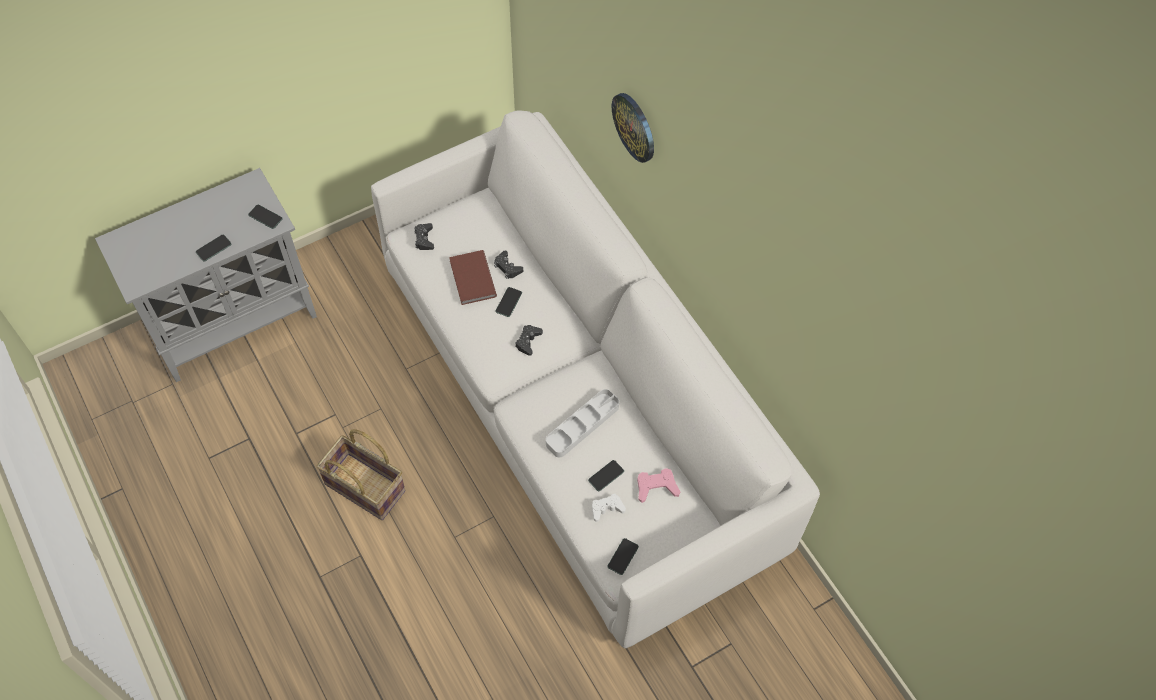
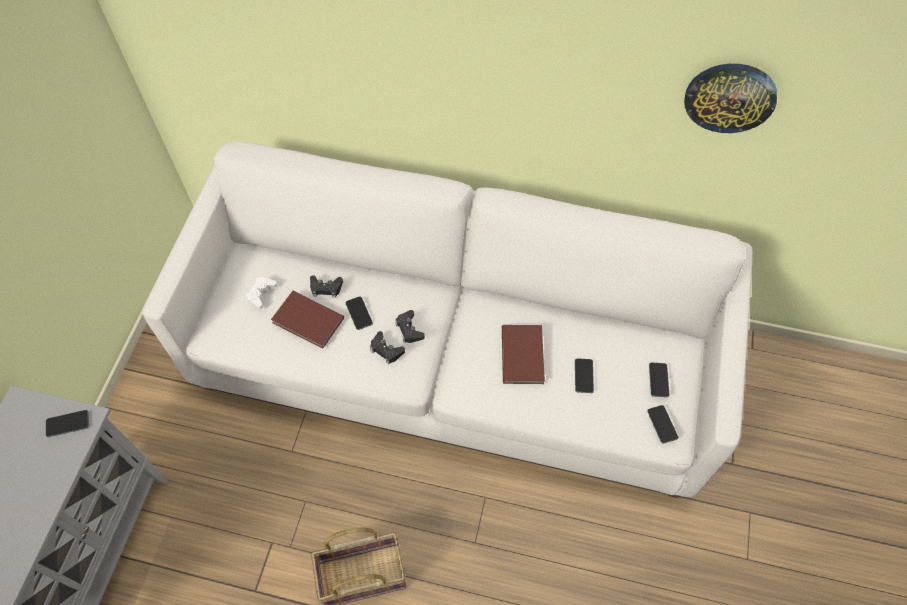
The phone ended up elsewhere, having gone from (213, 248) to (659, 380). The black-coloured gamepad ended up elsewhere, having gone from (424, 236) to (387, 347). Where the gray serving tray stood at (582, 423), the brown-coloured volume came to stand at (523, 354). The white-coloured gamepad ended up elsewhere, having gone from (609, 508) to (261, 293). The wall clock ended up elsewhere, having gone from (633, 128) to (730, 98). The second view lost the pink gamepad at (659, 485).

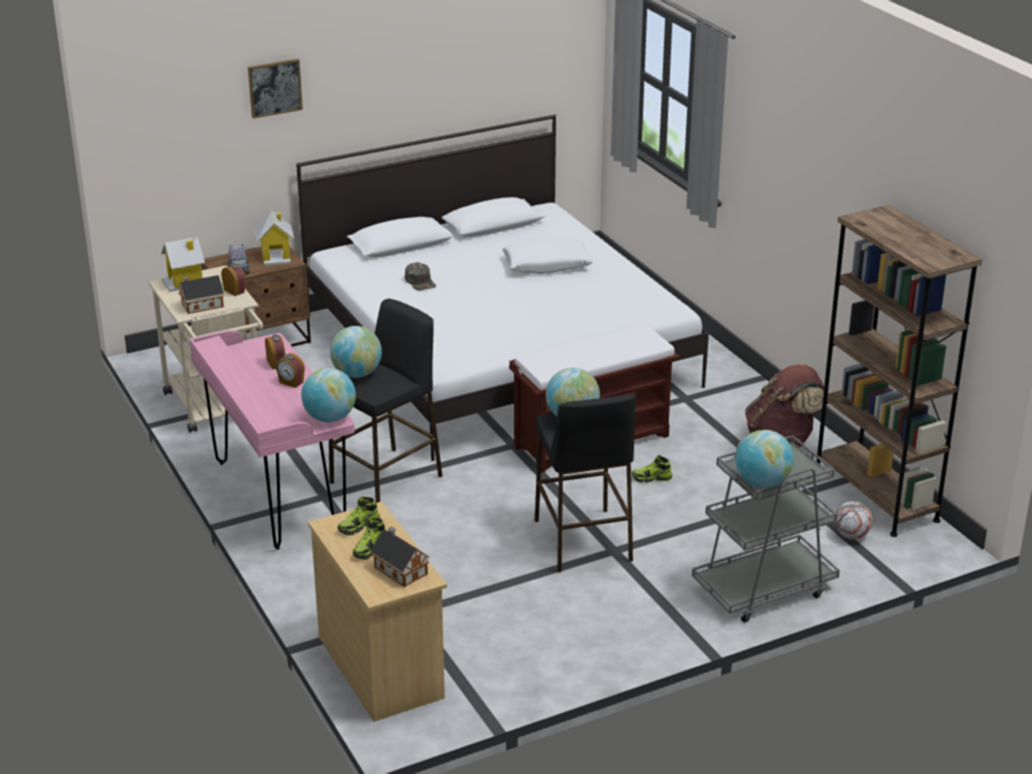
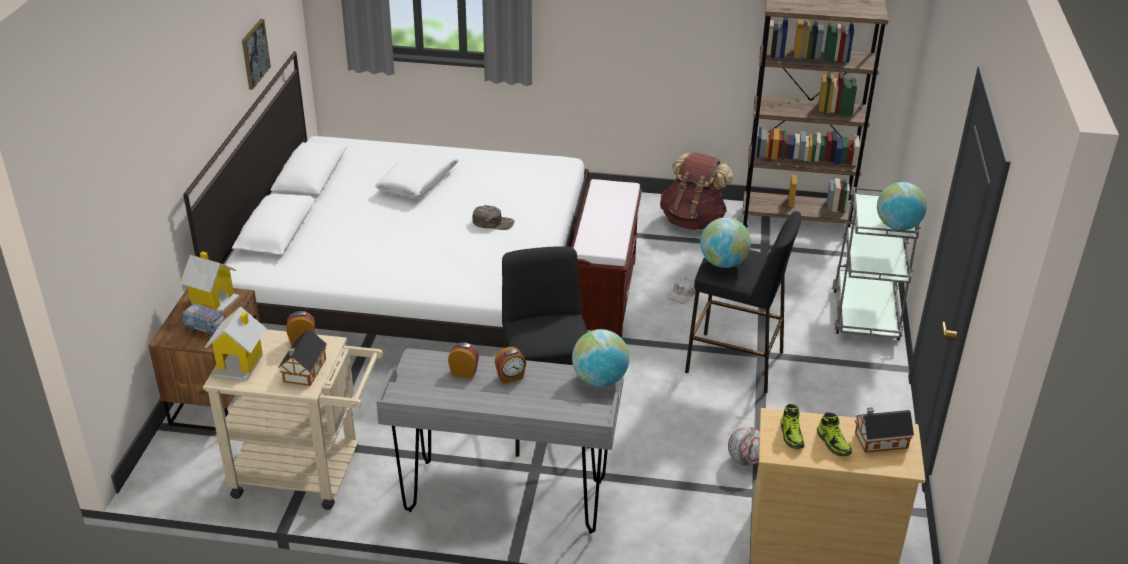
What was the pink desk at (272, 440) turned into the gray desk at (500, 441). The wall picture ended up elsewhere, having gone from (275, 89) to (256, 54). The second view lost the globe at (356, 352). The greenish cap ended up elsewhere, having gone from (420, 276) to (493, 217). Where the item of footwear stood at (652, 469), the white-coloured cap came to stand at (682, 290). The football ended up elsewhere, having gone from (853, 520) to (744, 446).

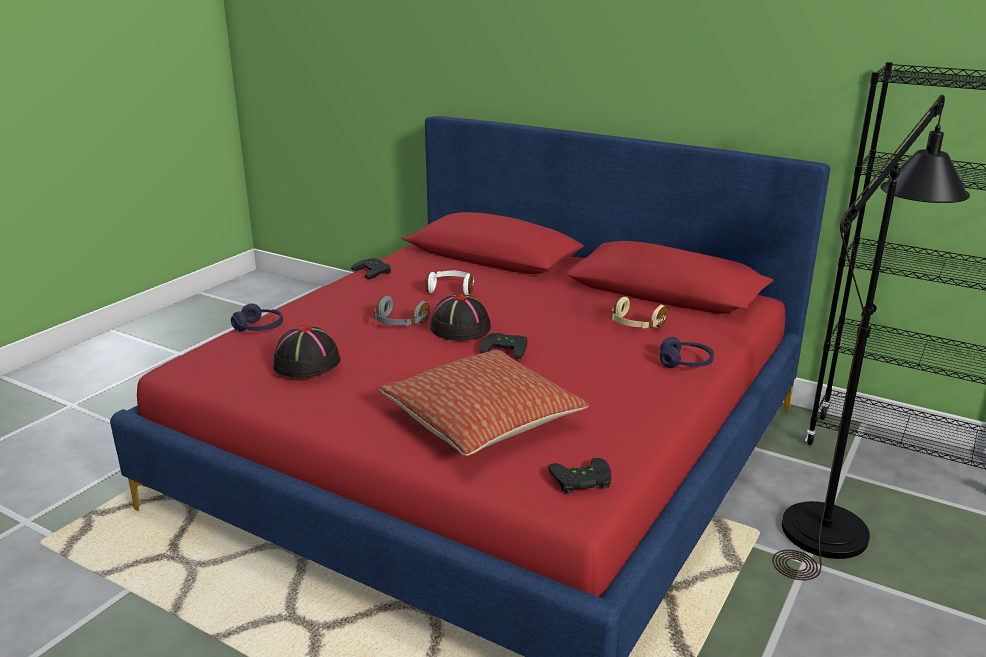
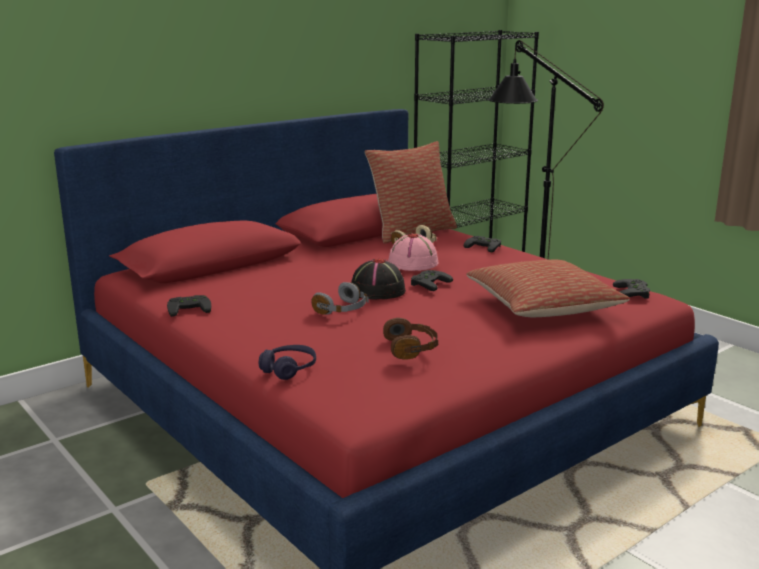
Where the black-coloured clothing hat stood at (307, 351), the brown-coloured pair of headphones came to stand at (410, 339). The second view lost the white-coloured pair of headphones at (449, 283). Where the purple pair of headphones stood at (687, 352), the black-coloured gamepad came to stand at (482, 244). The second view gained the throw pillow at (411, 192). The second view gained the pink clothing hat at (413, 252).

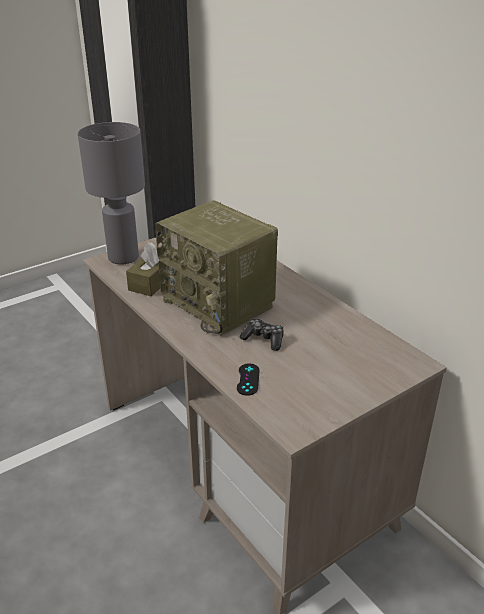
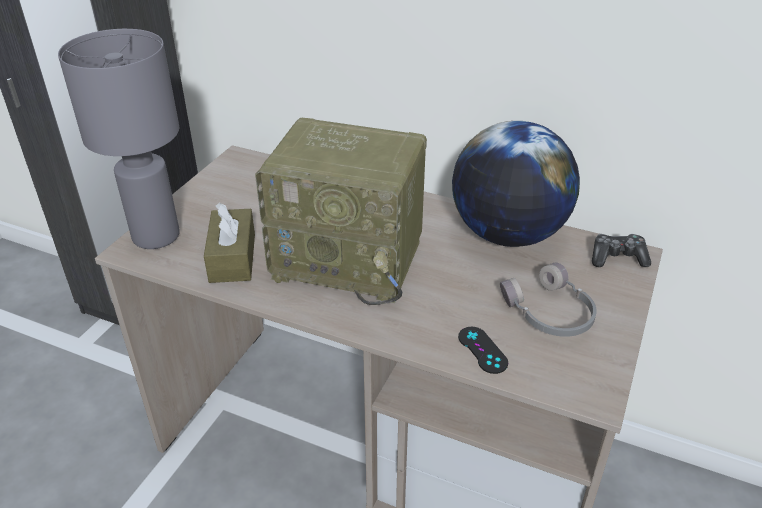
The gamepad ended up elsewhere, having gone from (262, 334) to (621, 250). The second view gained the globe at (516, 184). The second view gained the gray pair of headphones at (548, 299).

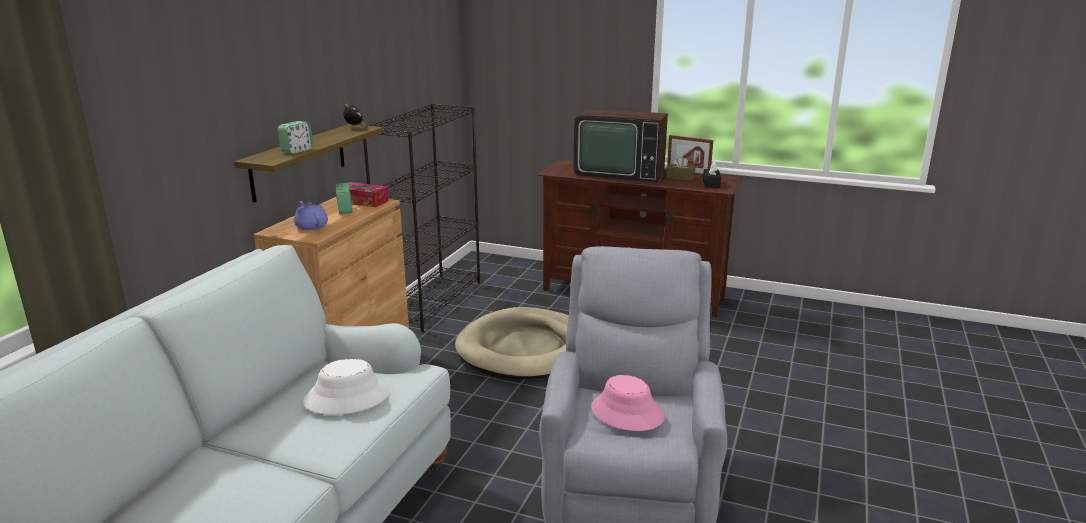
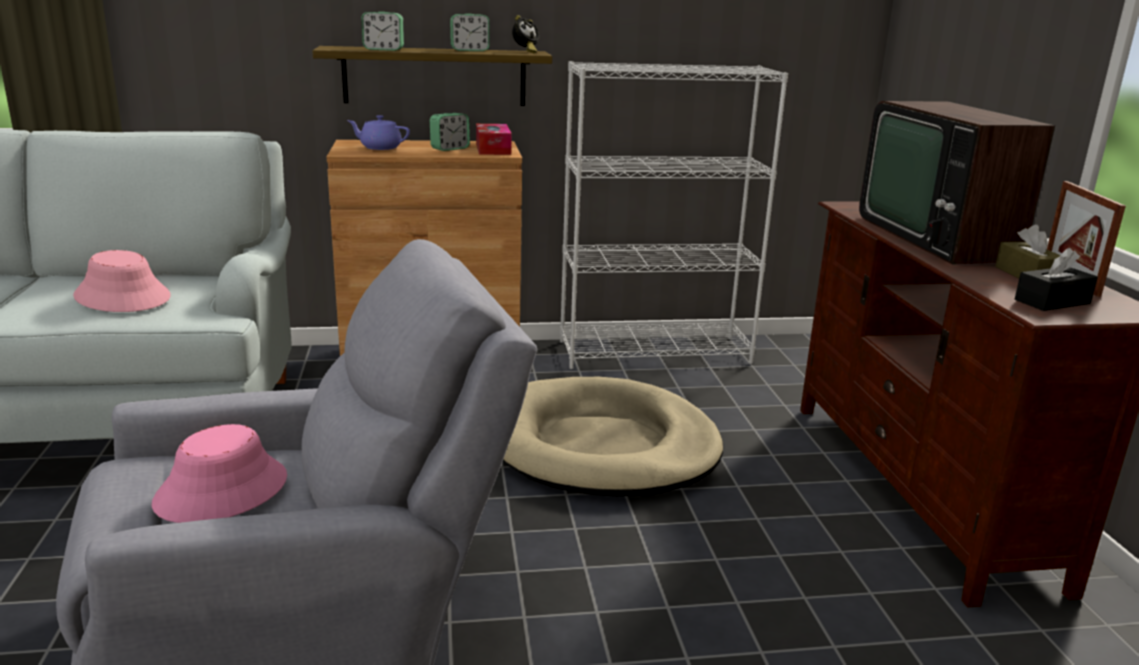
The purple pot for tea at (311, 215) ended up facing another way, 105 degrees counterclockwise from before. What was the white-coloured clothing hat at (346, 387) turned into the pink clothing hat at (122, 281). What was the black-coloured bookcase at (421, 218) turned into the white-coloured bookcase at (674, 215). The second view gained the alarm clock at (470, 32).

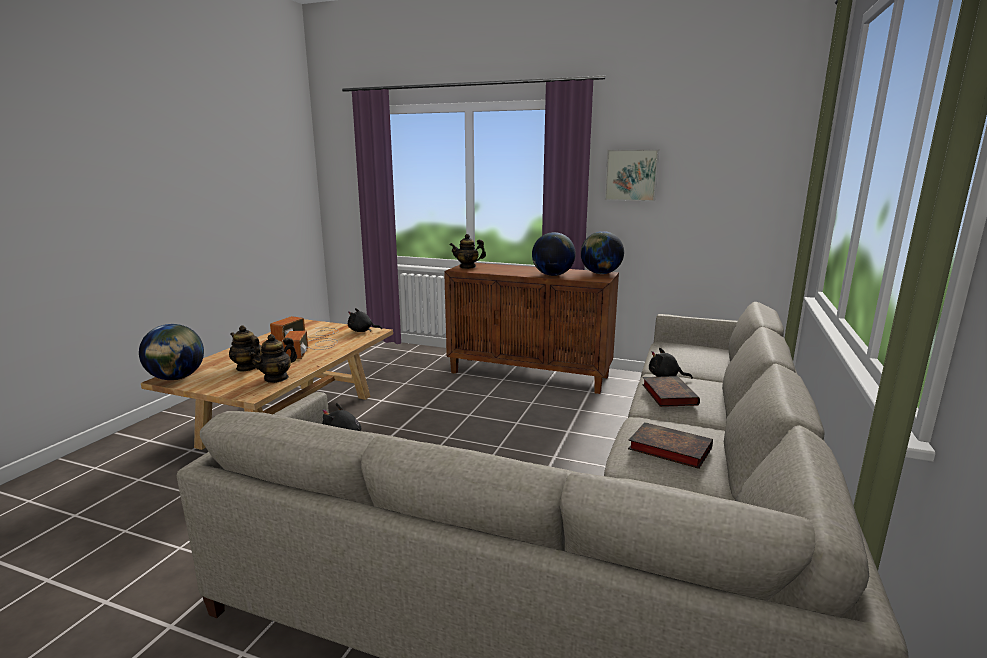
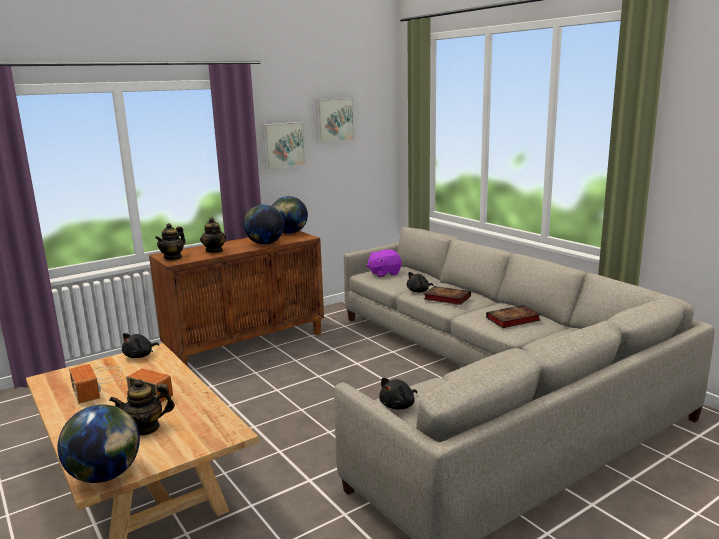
The pot for tea ended up elsewhere, having gone from (273, 358) to (213, 235). The second view gained the wall picture at (335, 120). The second view gained the purple soft toy at (384, 263).

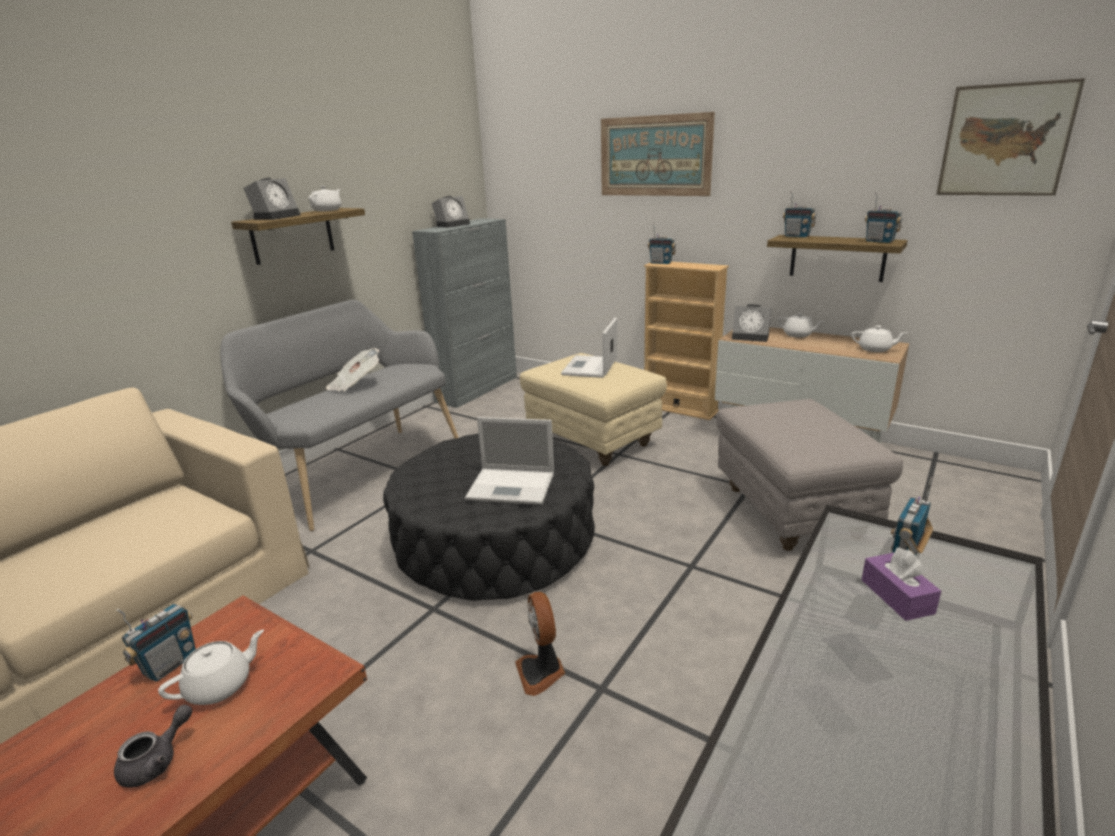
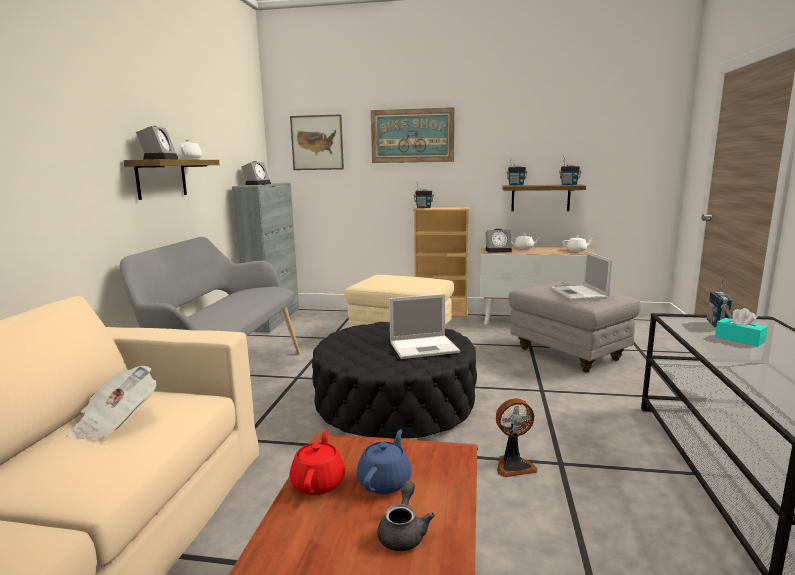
Where the radio set stood at (155, 643), the red-coloured pot for tea came to stand at (317, 462). What was the white-coloured pot for tea at (211, 667) turned into the bluish pot for tea at (384, 462). The newspaper ended up elsewhere, having gone from (353, 369) to (112, 403). The cooling fan at (540, 644) ended up facing another way, 60 degrees counterclockwise from before. The portable computer ended up elsewhere, having gone from (589, 348) to (581, 276). What was the purple box of tissues at (901, 584) turned into the blue-green box of tissues at (741, 327). The wall picture ended up elsewhere, having gone from (1010, 137) to (317, 142).

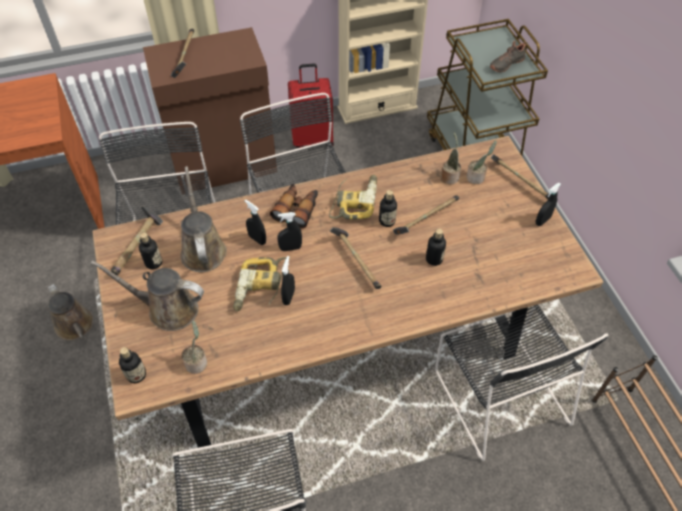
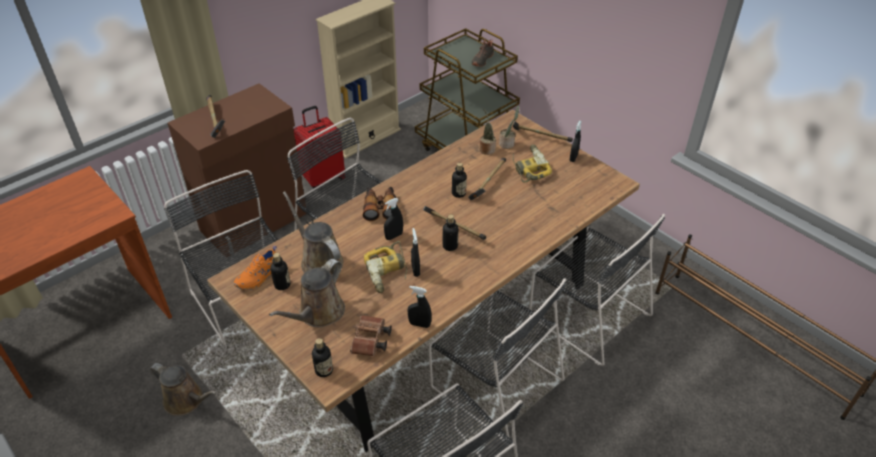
The brown-coloured watering can at (147, 296) ended up facing another way, 45 degrees counterclockwise from before. Where the hammer stood at (137, 240), the orange item of footwear came to stand at (255, 268). Where the plant in a pot stood at (194, 347), the brown-coloured field glasses came to stand at (371, 335). The black-coloured spray bottle ended up elsewhere, having gone from (255, 222) to (419, 307). The drill ended up elsewhere, having gone from (353, 197) to (532, 163). The drink bottle ended up elsewhere, having gone from (436, 247) to (451, 232). The second view gained the black-coloured chair at (497, 360).

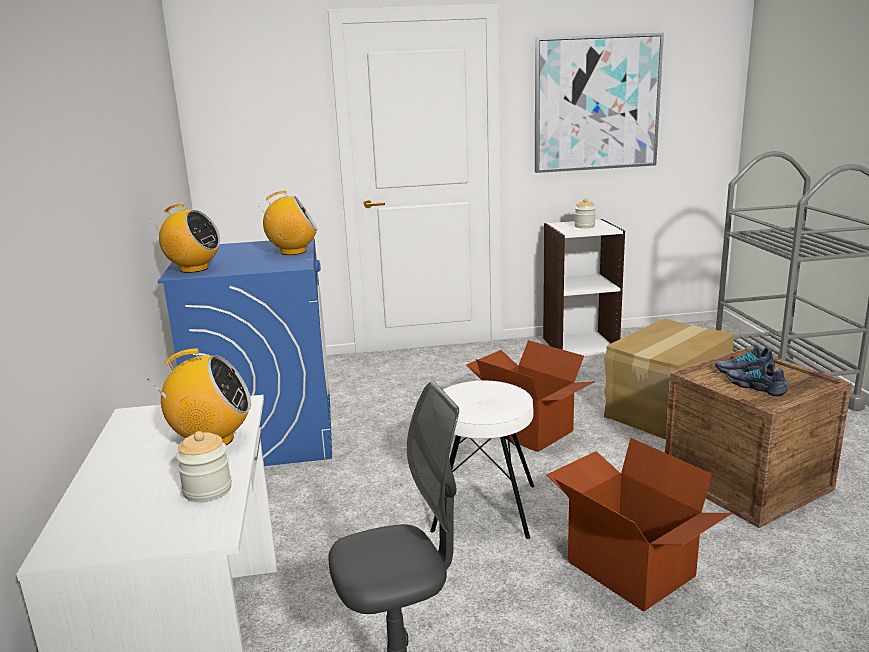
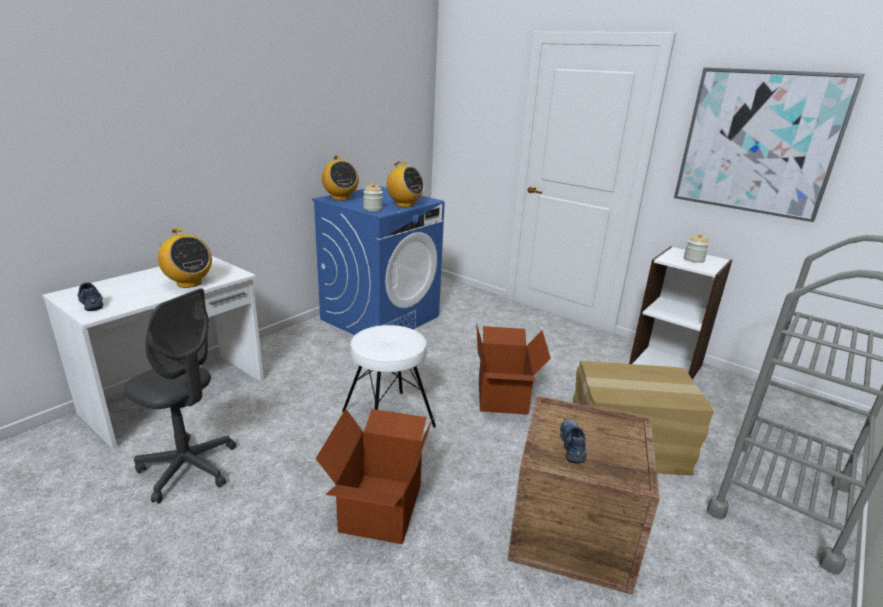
The preserve jar ended up elsewhere, having gone from (204, 466) to (373, 197). The item of footwear ended up elsewhere, having gone from (745, 359) to (90, 297).

